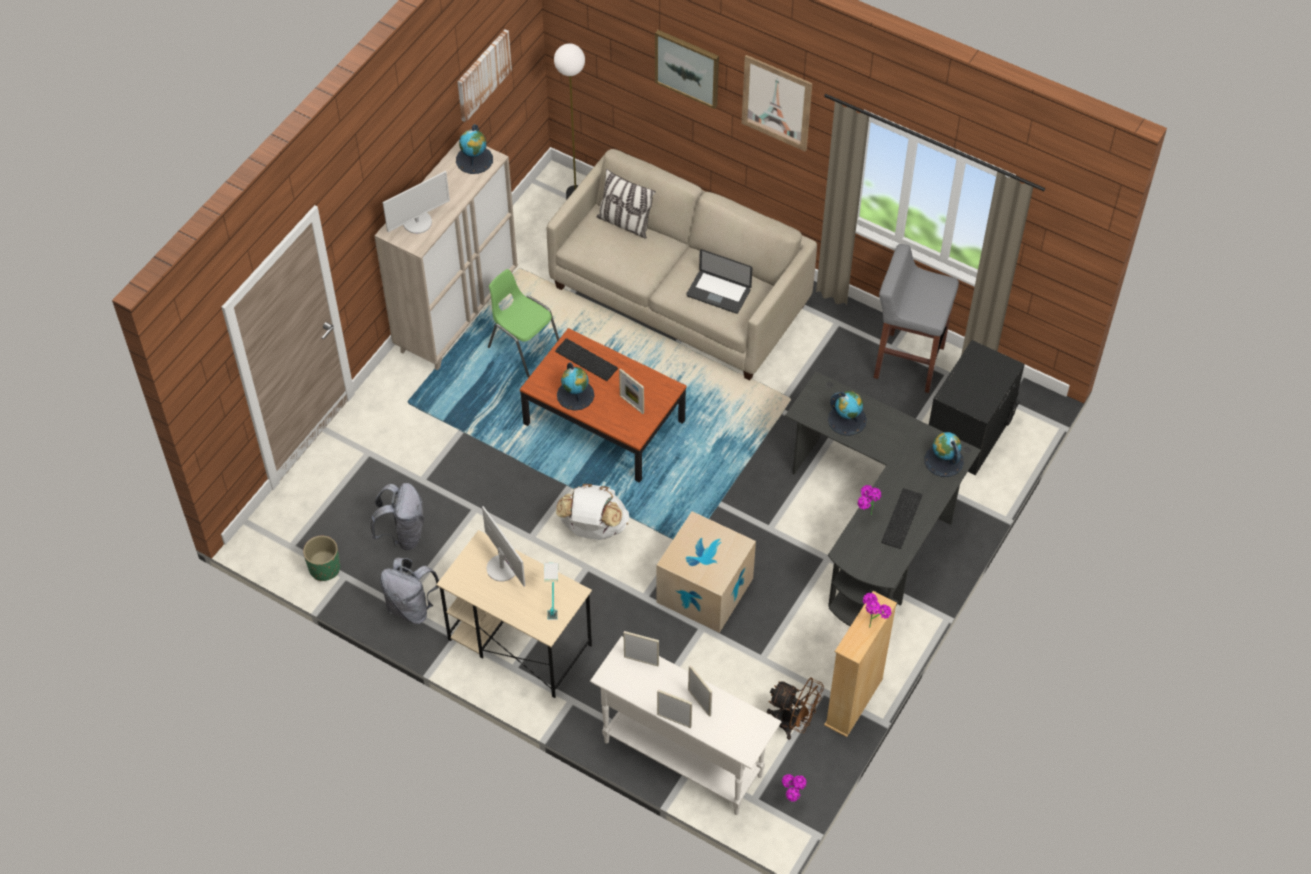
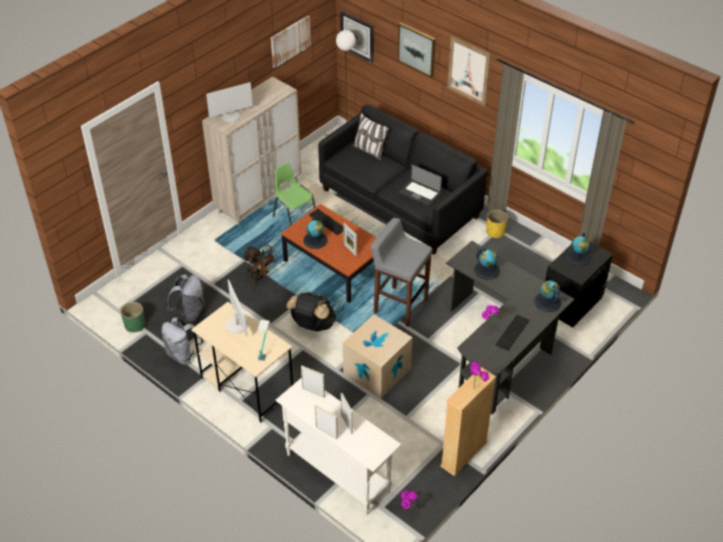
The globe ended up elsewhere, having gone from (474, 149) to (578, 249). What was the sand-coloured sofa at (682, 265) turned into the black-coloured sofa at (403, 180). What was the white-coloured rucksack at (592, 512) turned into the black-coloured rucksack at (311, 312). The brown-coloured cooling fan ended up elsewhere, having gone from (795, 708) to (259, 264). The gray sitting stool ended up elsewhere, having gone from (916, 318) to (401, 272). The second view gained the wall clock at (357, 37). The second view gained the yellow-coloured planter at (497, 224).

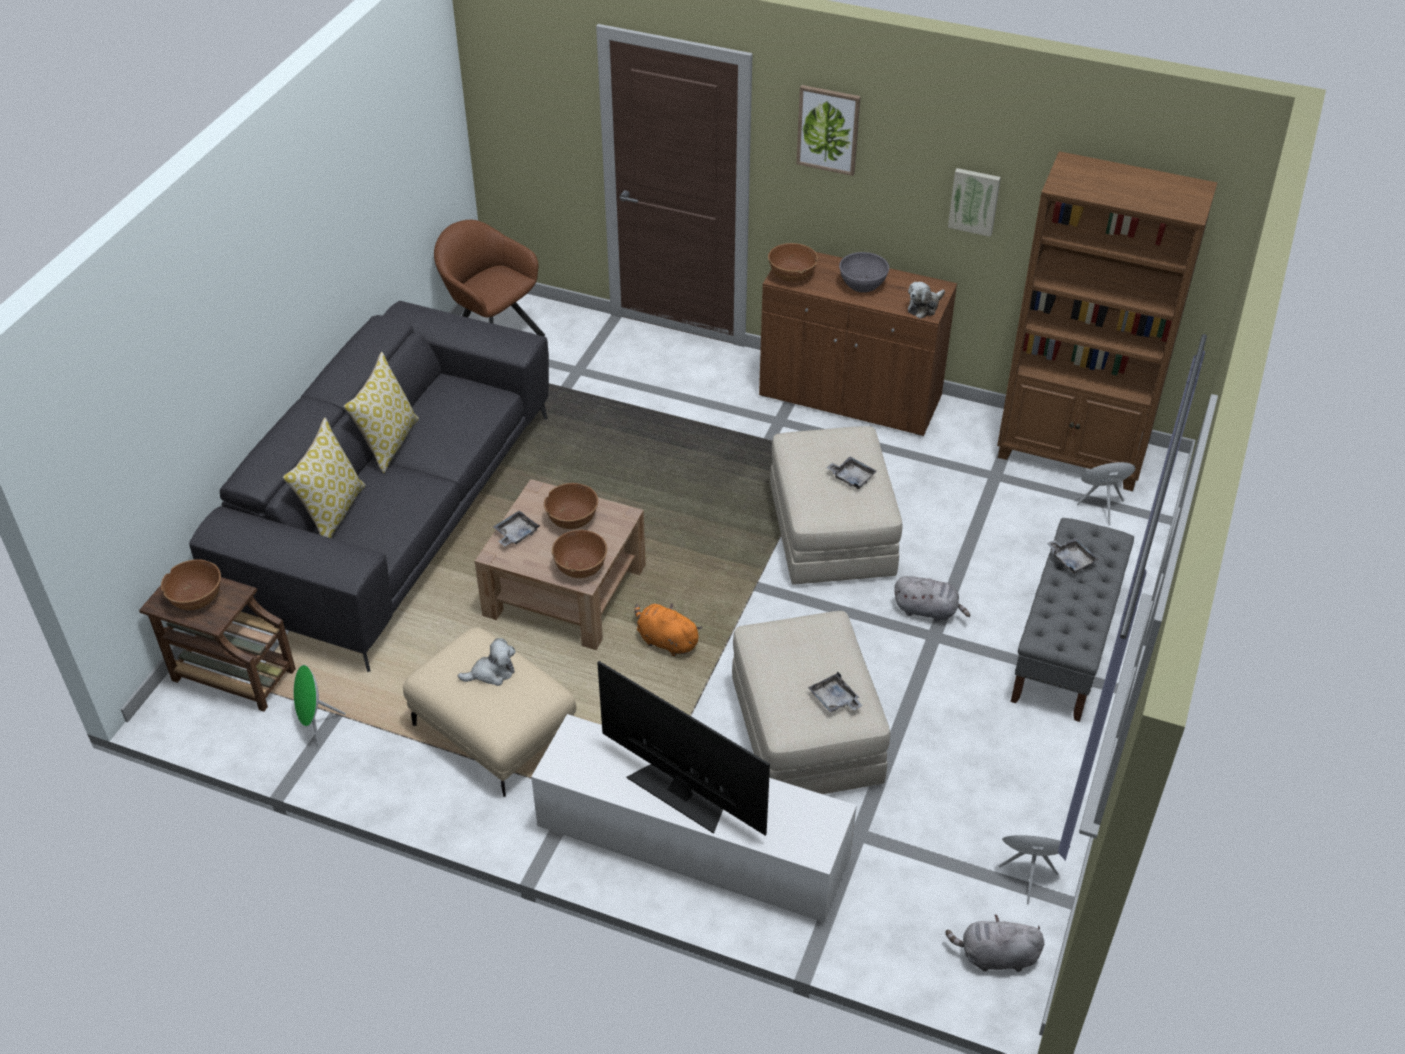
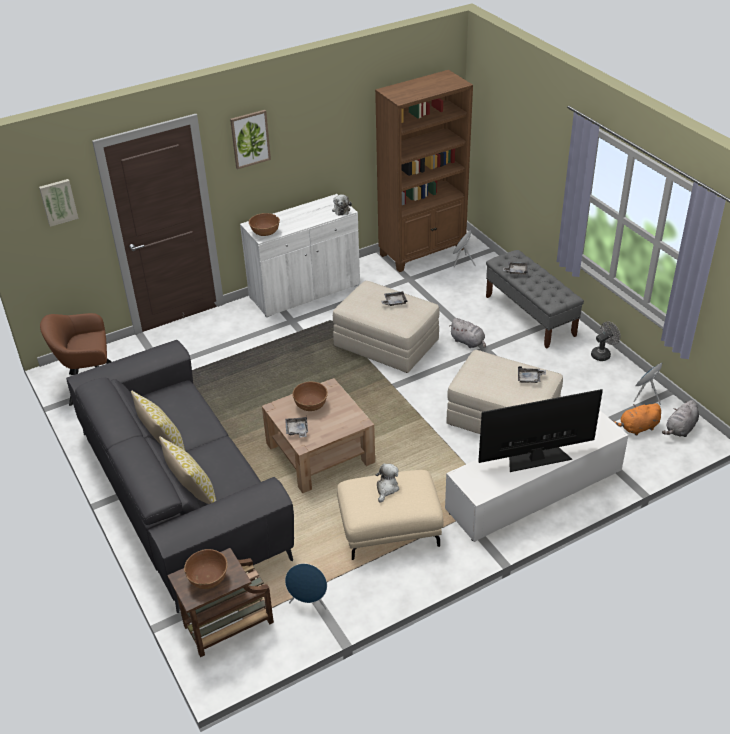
What was the greenish audio speaker at (320, 706) turned into the bluish audio speaker at (306, 586). The second view lost the brown-coloured deep dish at (579, 554). The orange soft toy ended up elsewhere, having gone from (668, 630) to (637, 419). What was the brown-coloured cabinet at (858, 344) turned into the white-coloured cabinet at (300, 255). The second view lost the gray deep dish at (864, 272). The gray soft toy at (932, 598) ended up facing another way, 75 degrees clockwise from before. The wall picture ended up elsewhere, having gone from (974, 202) to (59, 203). The second view gained the gray cooling fan at (606, 341).

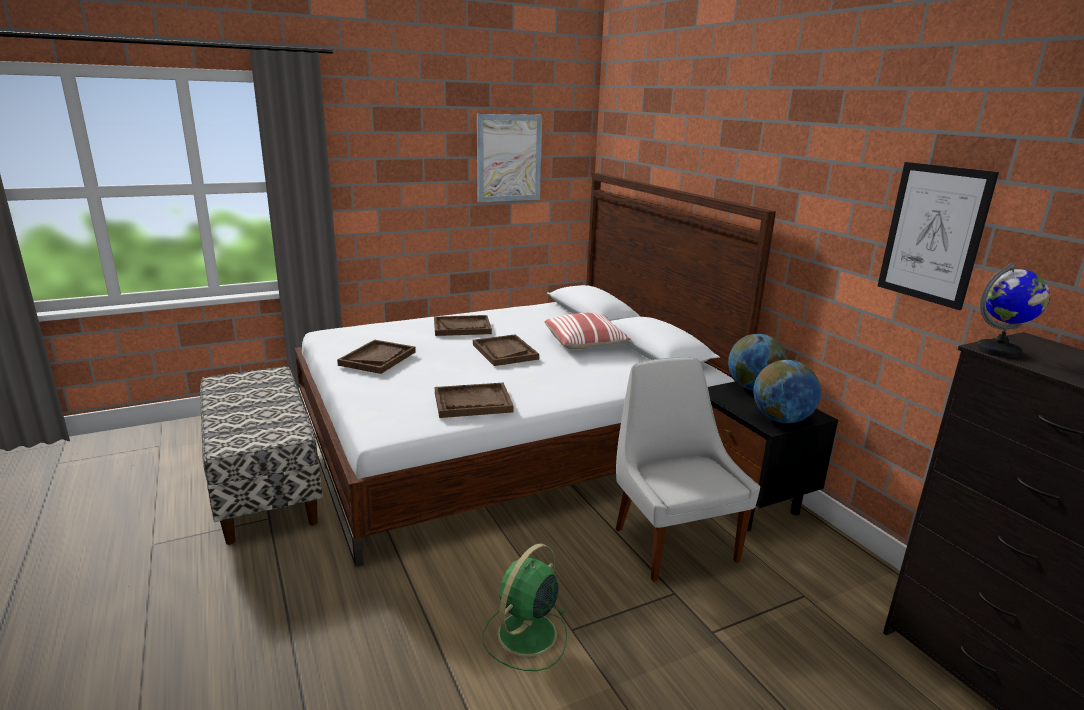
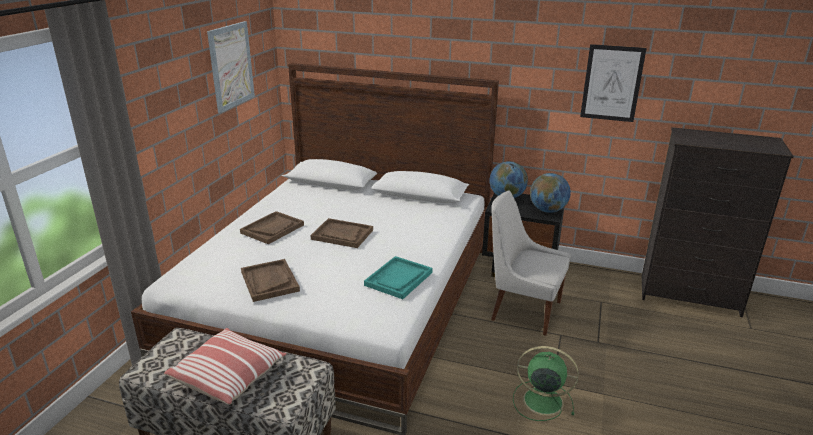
What was the brown-coloured serving tray at (474, 400) turned into the blue-green serving tray at (398, 277). The greenish cooling fan at (525, 607) ended up facing another way, 120 degrees clockwise from before. The throw pillow ended up elsewhere, having gone from (587, 331) to (225, 366). The second view lost the globe at (1013, 310).

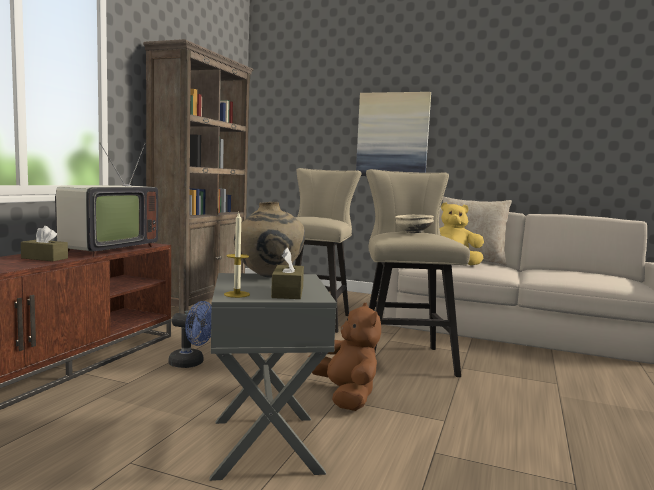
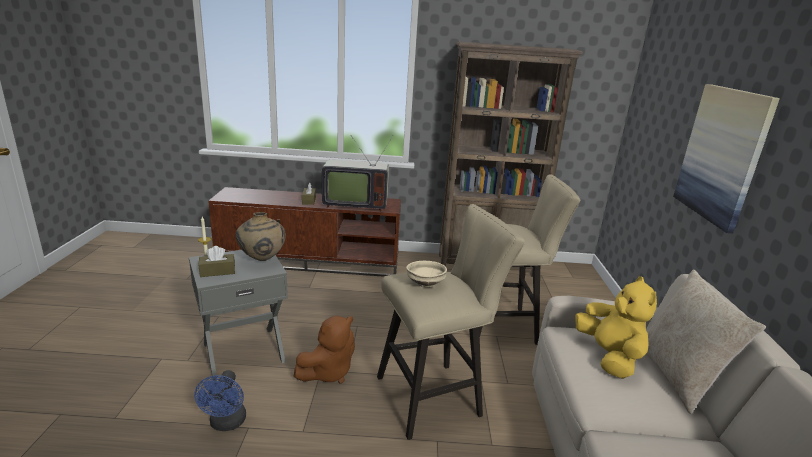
The bluish cooling fan ended up elsewhere, having gone from (190, 334) to (220, 400).

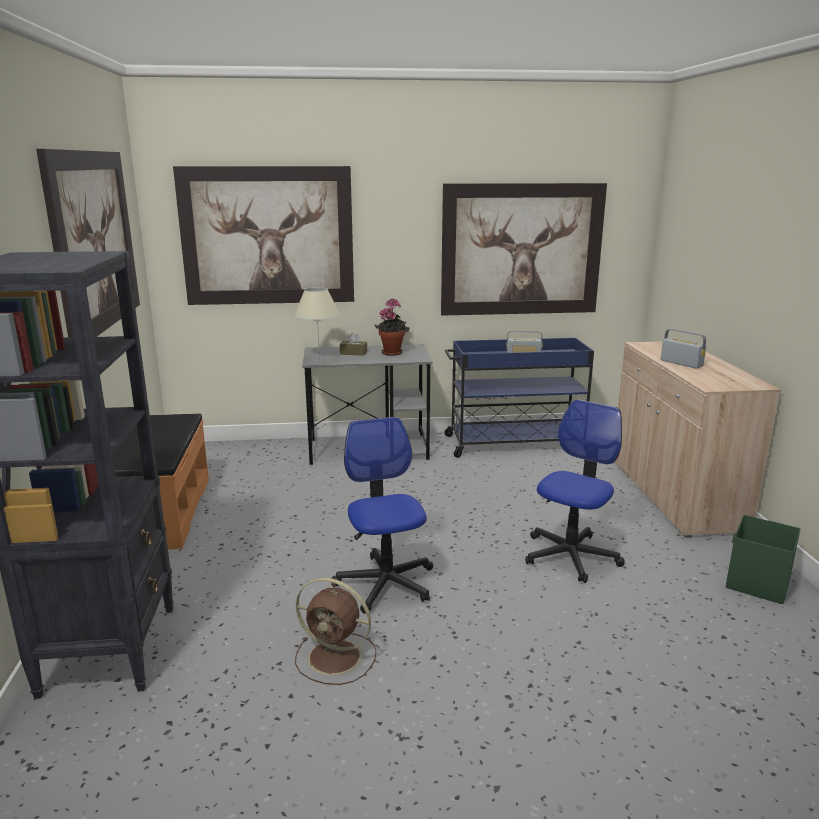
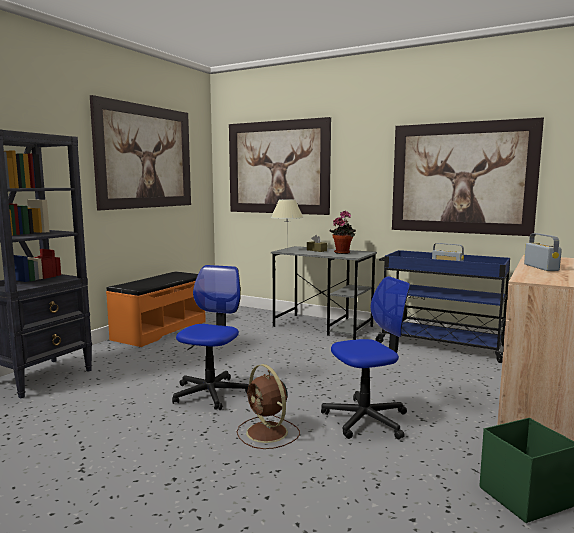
The brown-coloured cooling fan ended up elsewhere, having gone from (335, 631) to (268, 406).

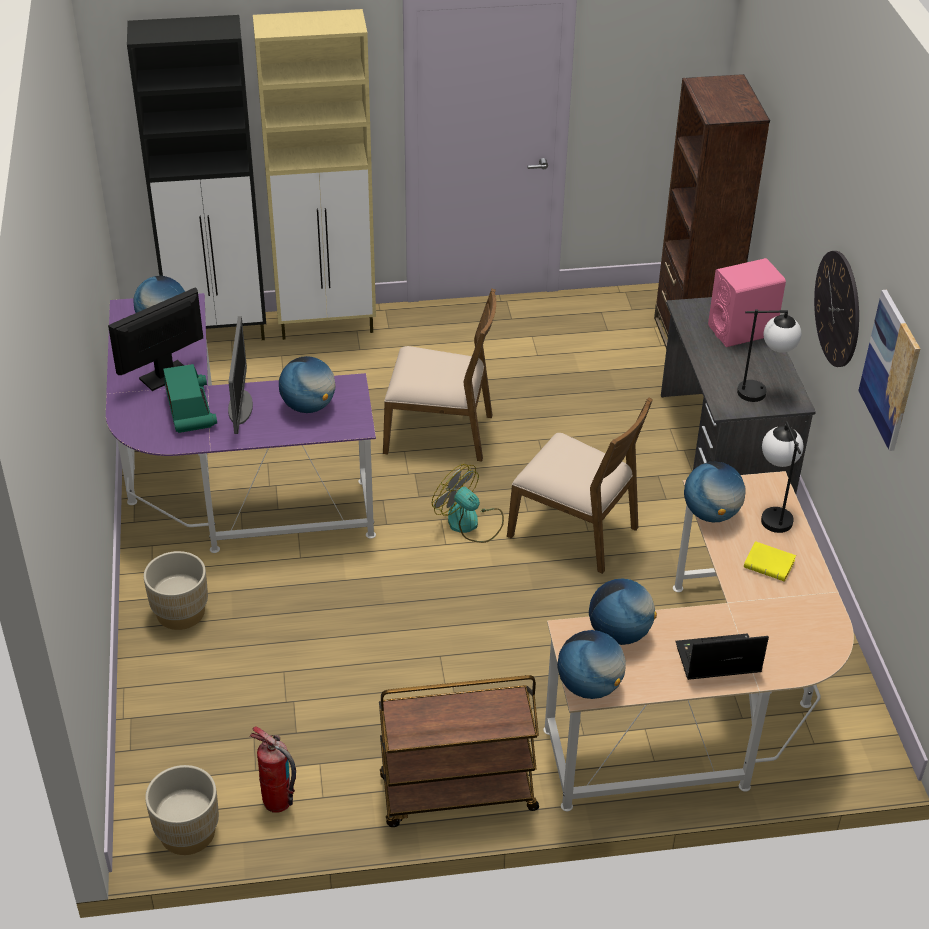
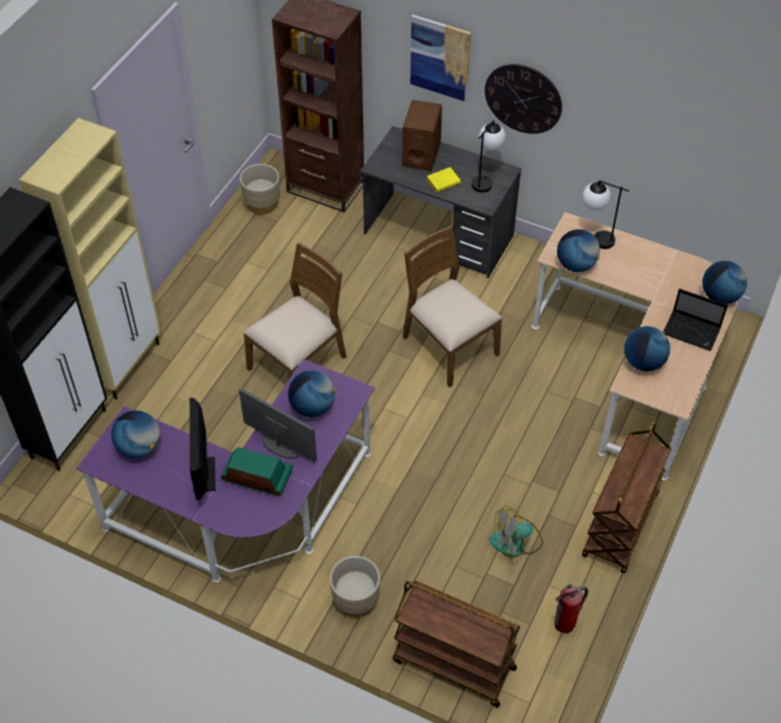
The sand-coloured planter ended up elsewhere, having gone from (182, 810) to (260, 189). The cooling fan ended up elsewhere, having gone from (468, 503) to (516, 532). The brown-coloured chair at (580, 485) ended up facing another way, 105 degrees counterclockwise from before. The globe ended up elsewhere, having gone from (591, 664) to (724, 282). The portable computer at (722, 656) ended up facing another way, 90 degrees counterclockwise from before. What was the pink audio speaker at (747, 302) turned into the brown-coloured audio speaker at (422, 135). The yellow-coloured volume ended up elsewhere, having gone from (770, 561) to (444, 179). The wall picture ended up elsewhere, having gone from (889, 370) to (440, 58). The second view gained the brown-coloured wheeled cart at (456, 644).

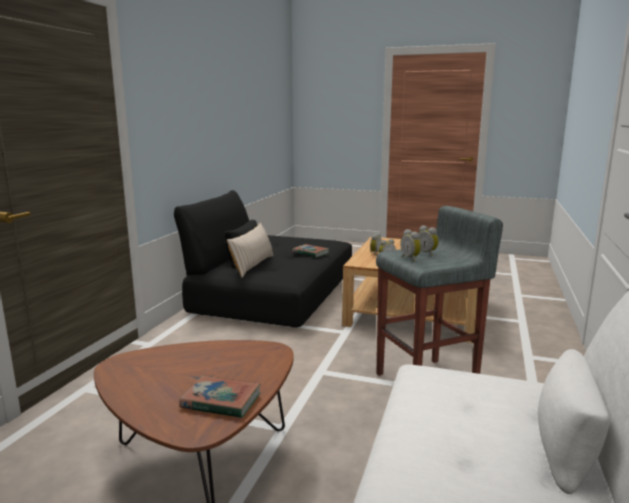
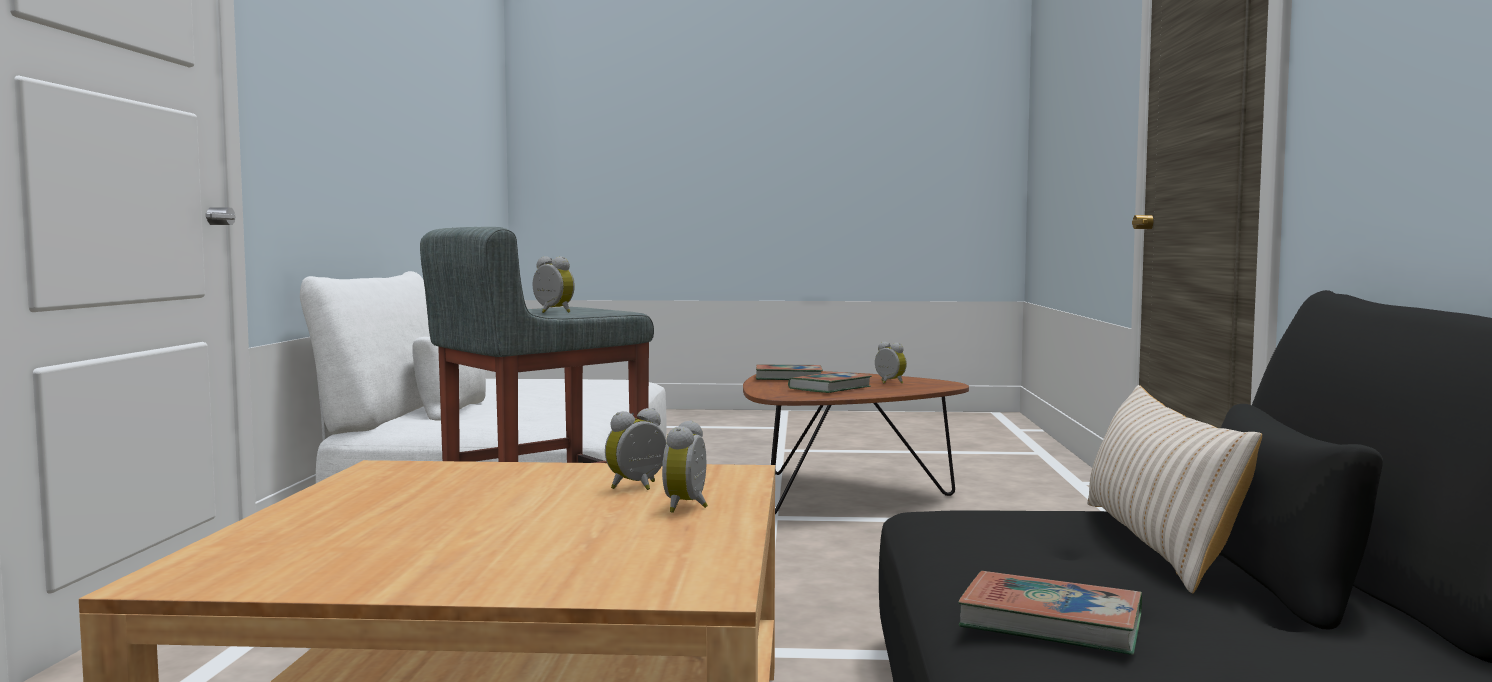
The alarm clock ended up elsewhere, having gone from (410, 245) to (891, 363). The second view gained the volume at (830, 382).

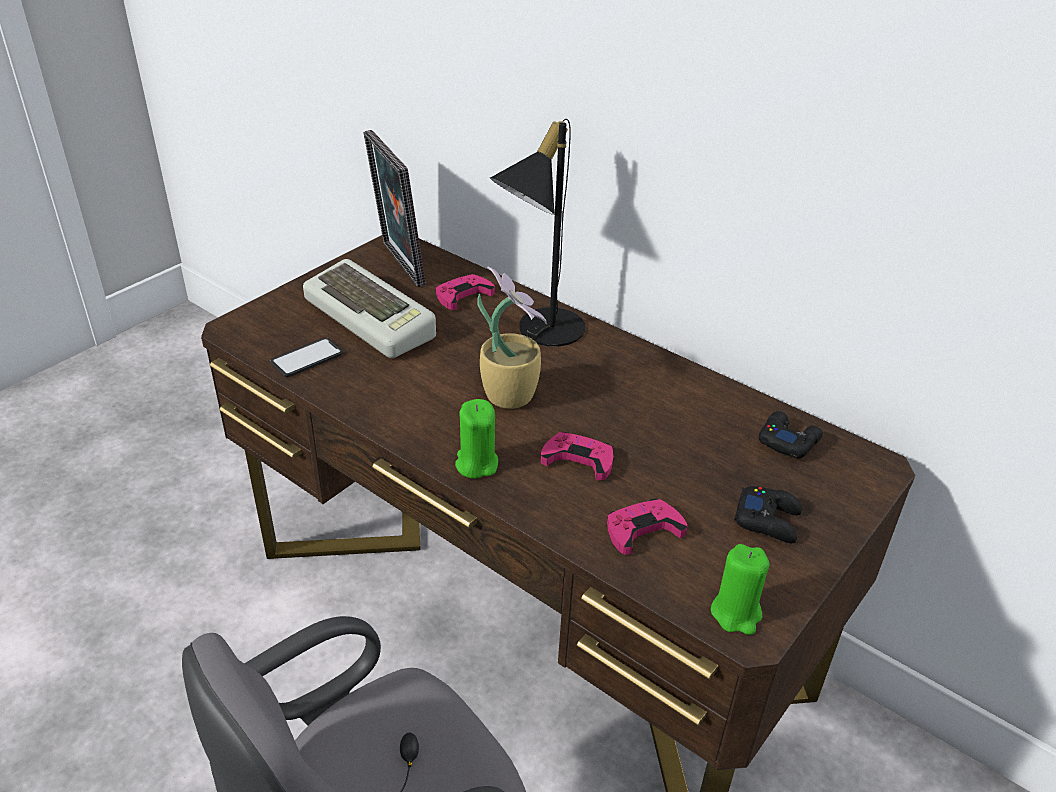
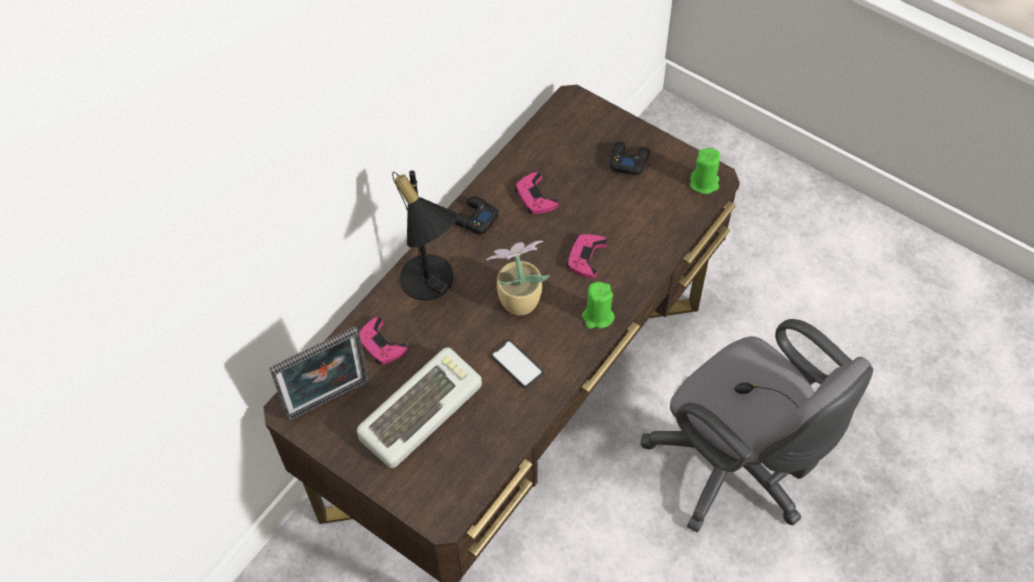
The phone ended up elsewhere, having gone from (306, 357) to (517, 364). The pink gamepad ended up elsewhere, having gone from (647, 526) to (536, 193). The black-coloured gamepad ended up elsewhere, having gone from (791, 435) to (476, 215).

